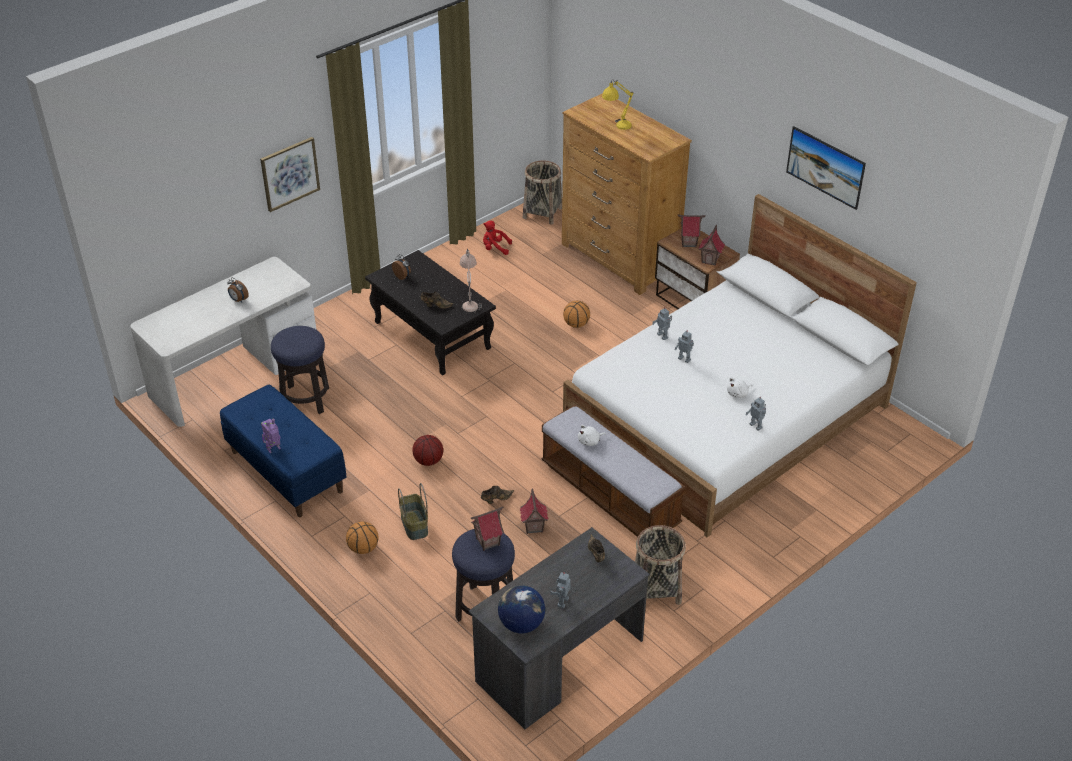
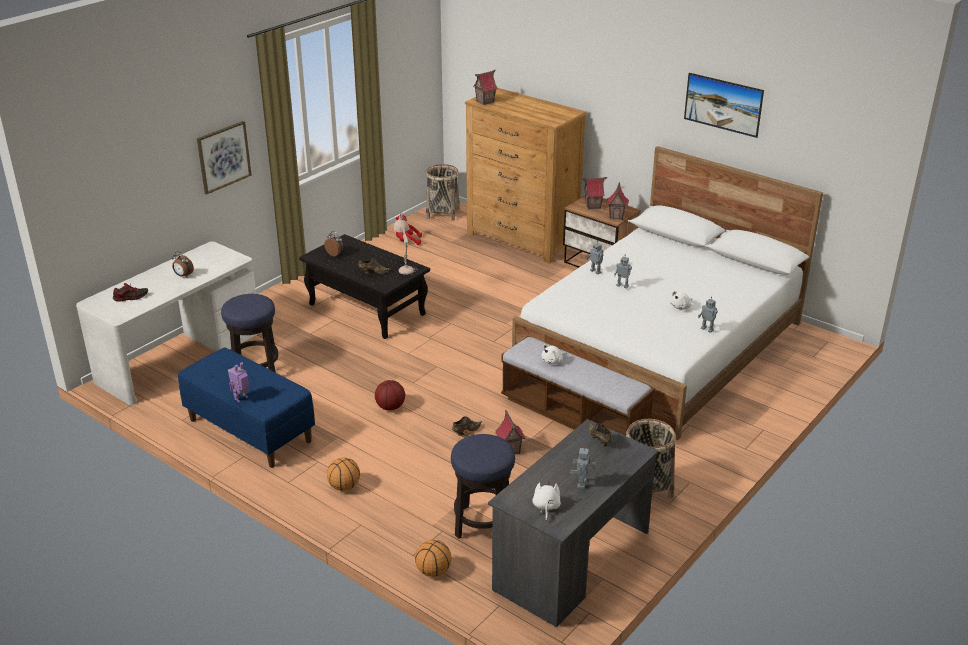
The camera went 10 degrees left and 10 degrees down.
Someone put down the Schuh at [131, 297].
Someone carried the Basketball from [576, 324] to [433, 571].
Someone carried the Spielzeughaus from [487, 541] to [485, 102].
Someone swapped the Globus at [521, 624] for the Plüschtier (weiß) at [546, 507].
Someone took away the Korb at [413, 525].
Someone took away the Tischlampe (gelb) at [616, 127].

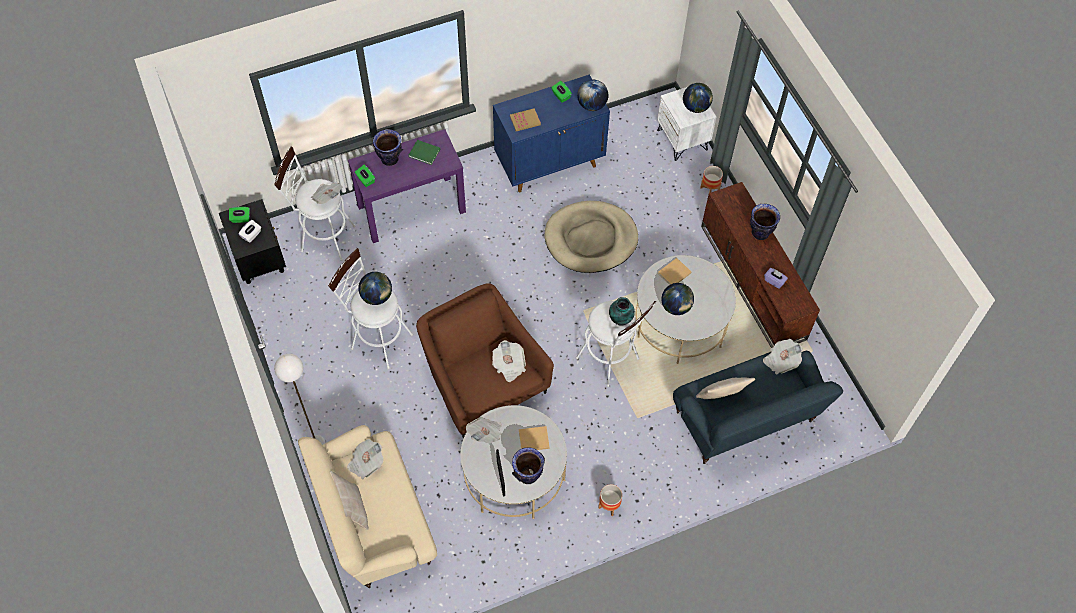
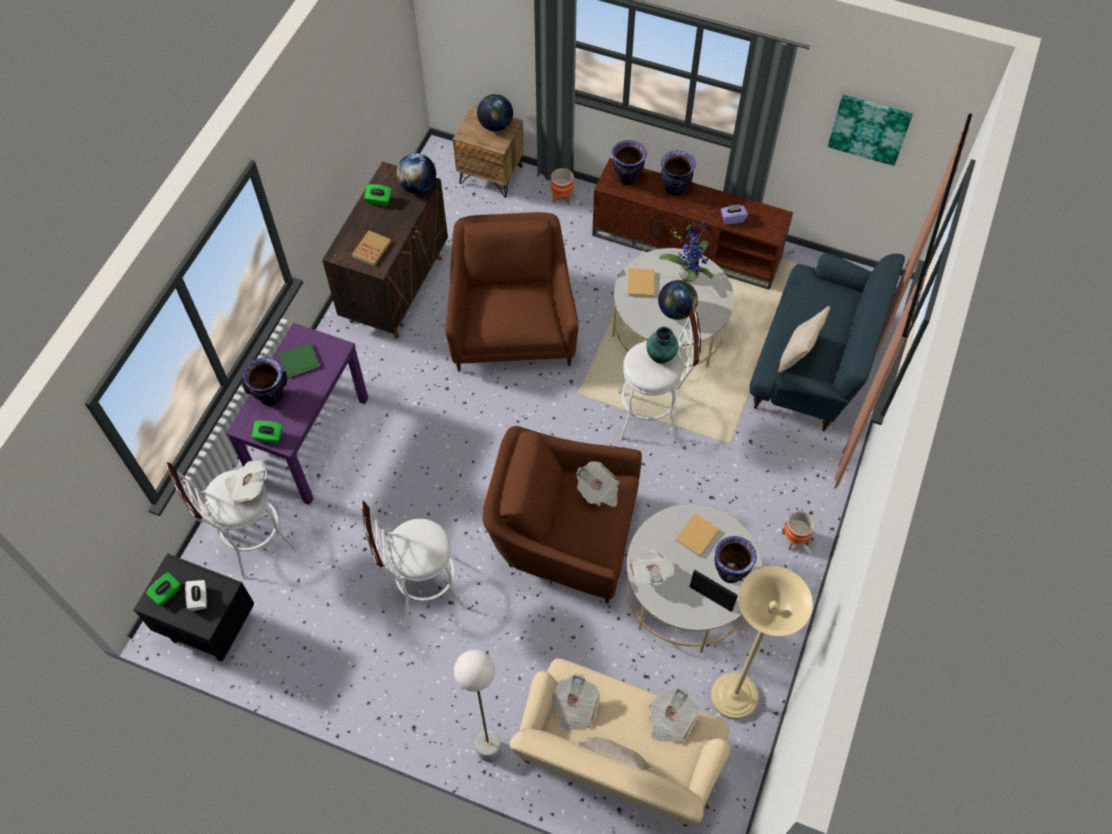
The camera went 45 degrees left and 0 degrees up.
Someone repainted the Schrank (blau) at [550, 163], which became the Schrank (braun) at [396, 288].
Someone swapped the Hundebett (beige) at [591, 239] for the Sessel (braun) at [512, 325].
Someone repainted the Nachttisch (weiß) at [682, 140], which became the Nachttisch (braun) at [491, 174].
Someone put down the Vase at [627, 178].
Someone carried the Zeitung from [781, 361] to [670, 720].
Someone put down the Topfpflanze at [688, 273].
Someone put down the Stehlampe (beige) at [734, 697].
Someone put up the Bild at [869, 128].
Someone took away the Globus at [377, 297].

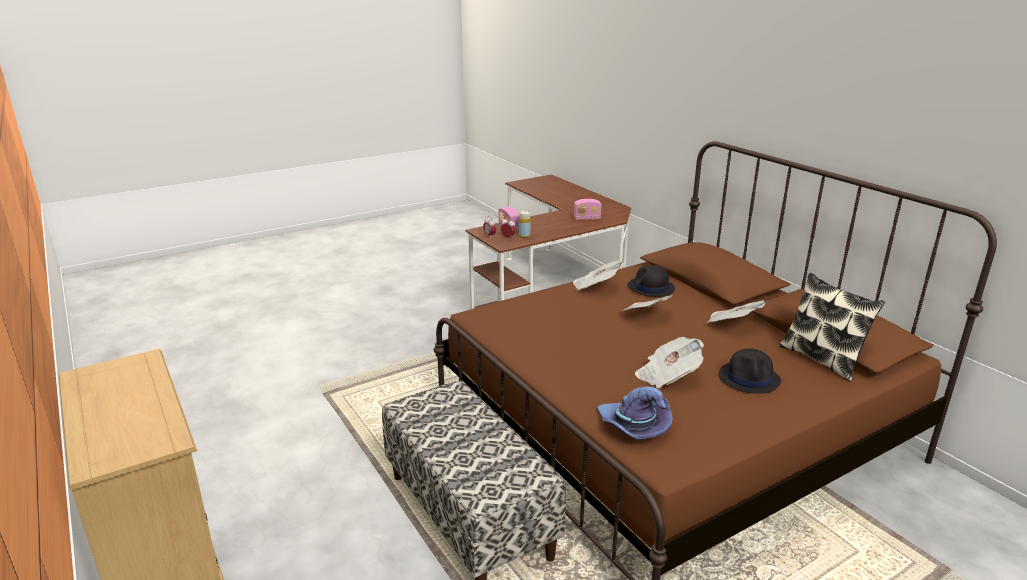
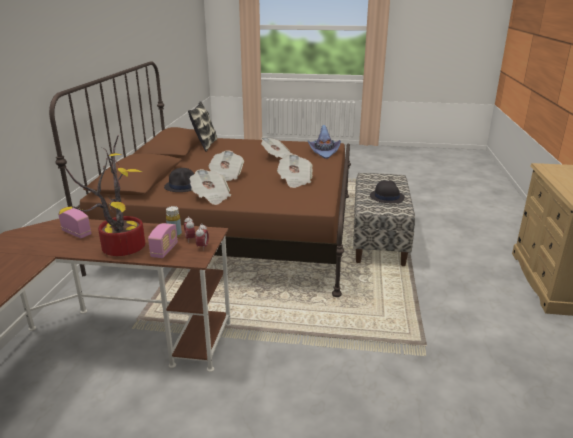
The camera went 140 degrees left and 0 degrees up.
Someone put down the Topfpflanze at [122, 246].
Someone carried the Zeitung from [732, 324] to [295, 181].
Someone carried the Hut (schwarz) from [749, 378] to [386, 197].

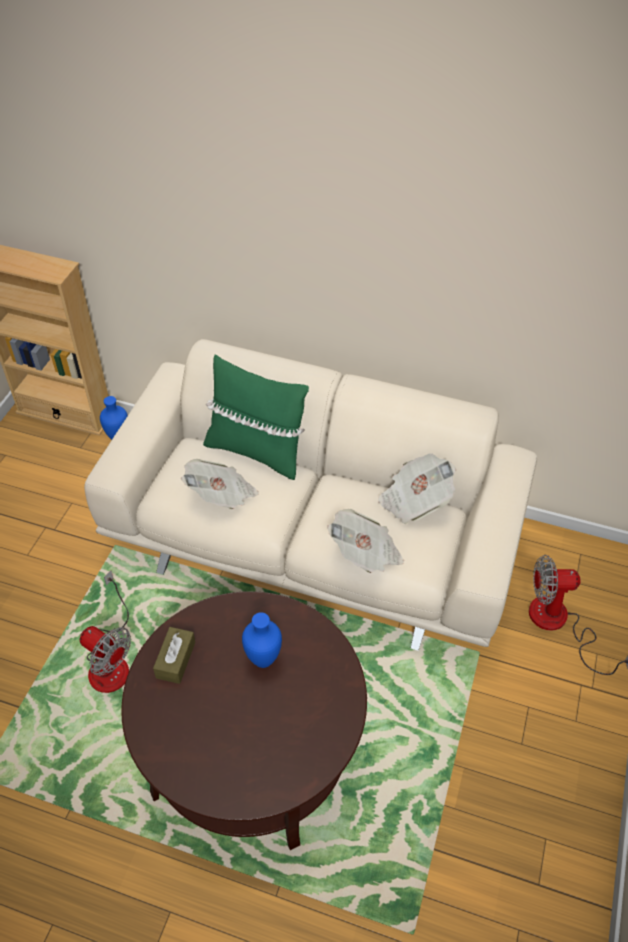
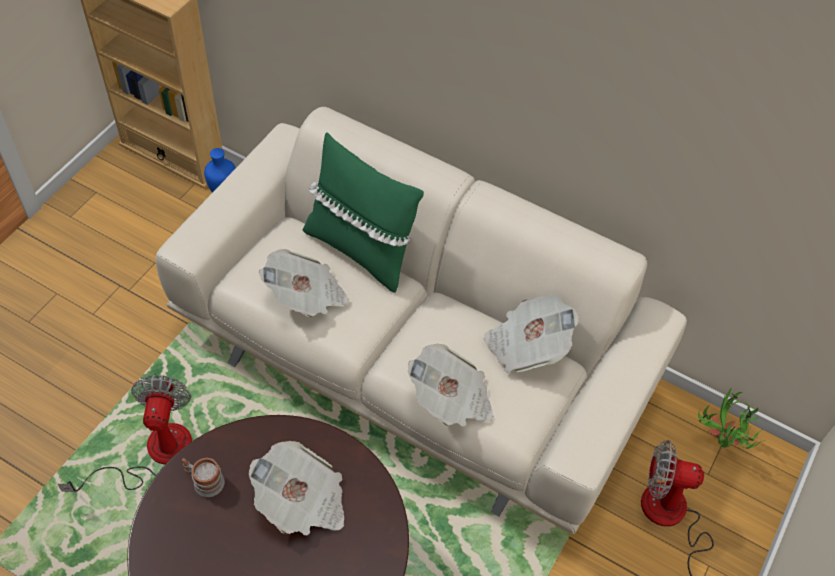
The camera went 10 degrees right and 5 degrees up.
Someone rotated the Ventilator at [110, 660] by 135 degrees counterclockwise.
Someone swapped the Taschentuchbox (braun) at [175, 660] for the Henkelbecher at [204, 481].
Someone swapped the Vase (blau) at [264, 659] for the Zeitung at [302, 502].
Someone put down the Topfpflanze at [718, 443].

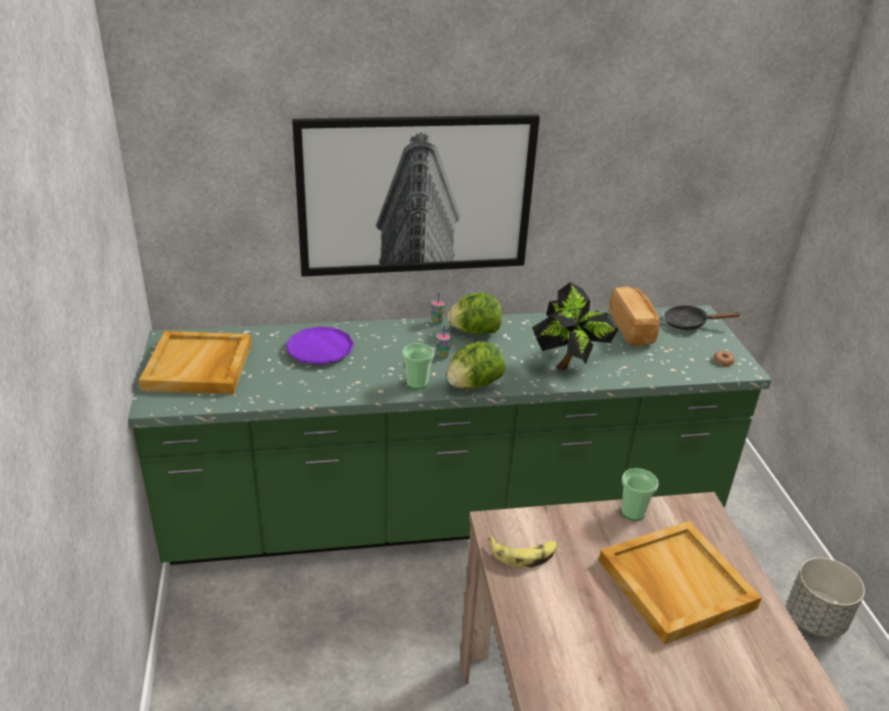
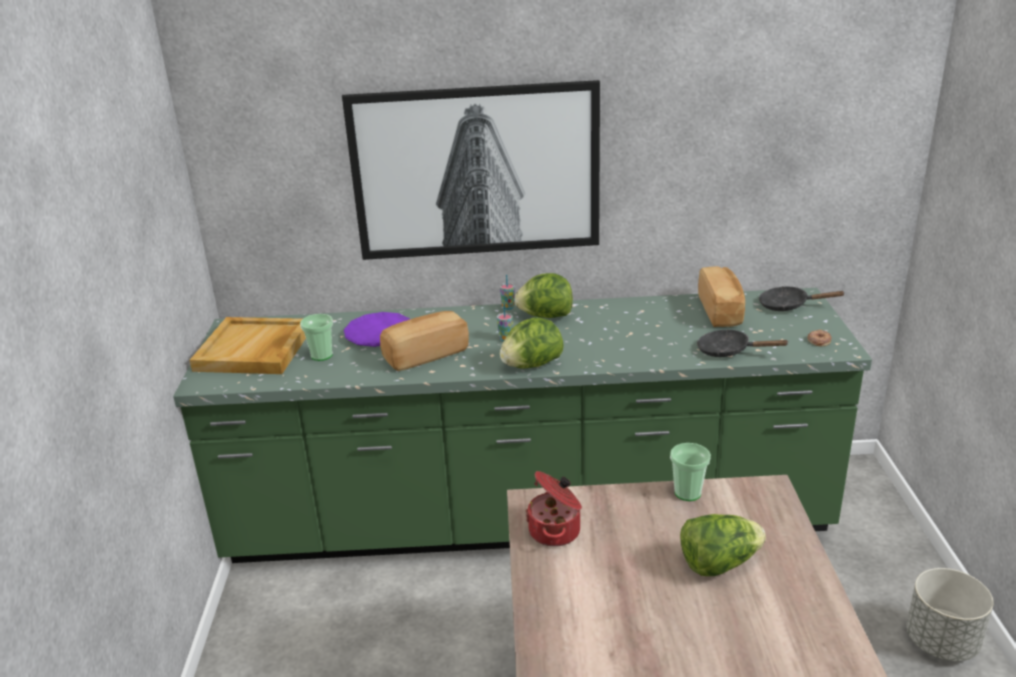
The camera went 10 degrees right and 5 degrees down.
Someone carried the Tasse from [417, 383] to [321, 355].
Someone put down the Brot at [425, 354].
Someone swapped the Banane at [524, 554] for the Kochtopf at [556, 531].
Someone swapped the Tablett (beige) at [674, 583] for the Salatkopf at [719, 563].
Someone put down the Pfanne (schwarz) at [728, 351].
Someone took away the Topfpflanze at [569, 364].

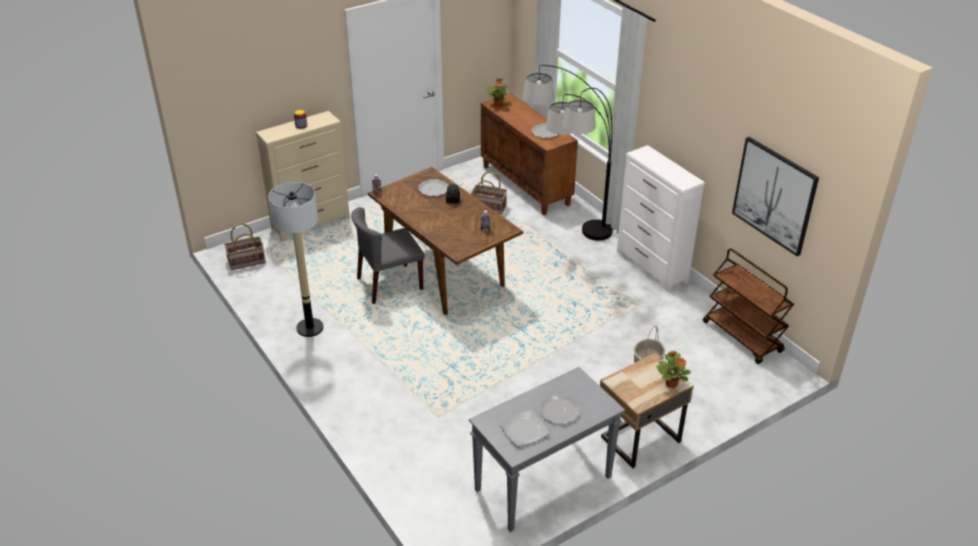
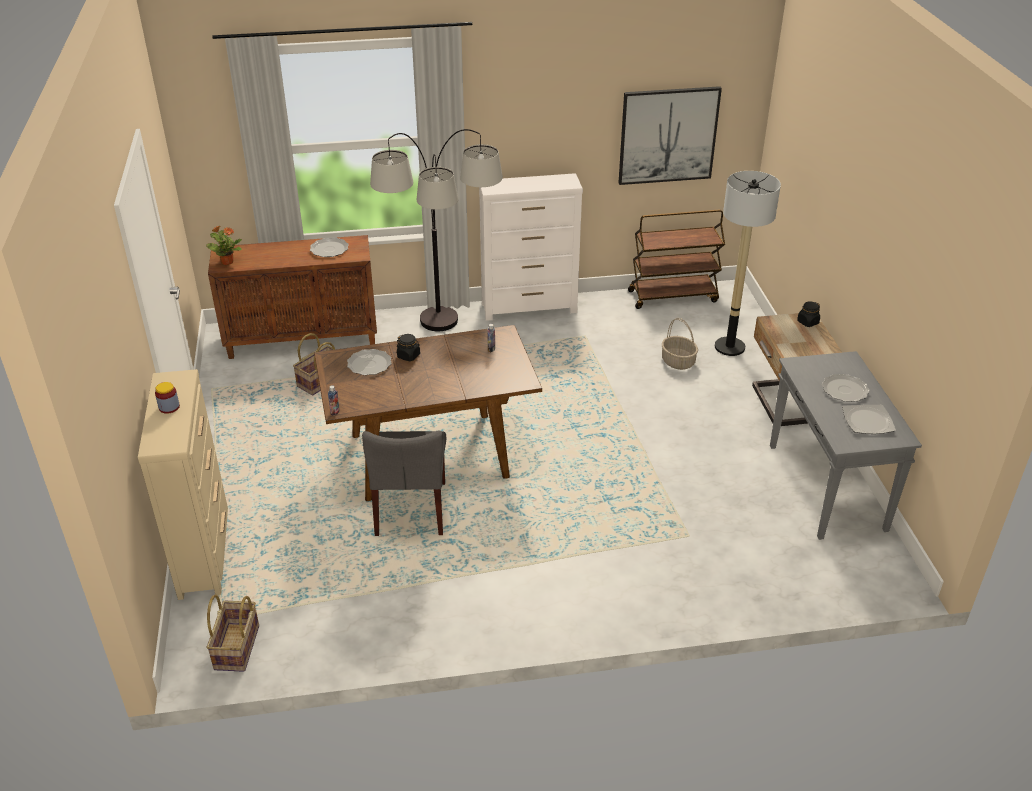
The camera went 65 degrees left and 0 degrees up.
Someone carried the Stehlampe from [310, 328] to [729, 347].
Someone swapped the Topfpflanze at [671, 383] for the Vorratsglas (schwarz) at [807, 322].

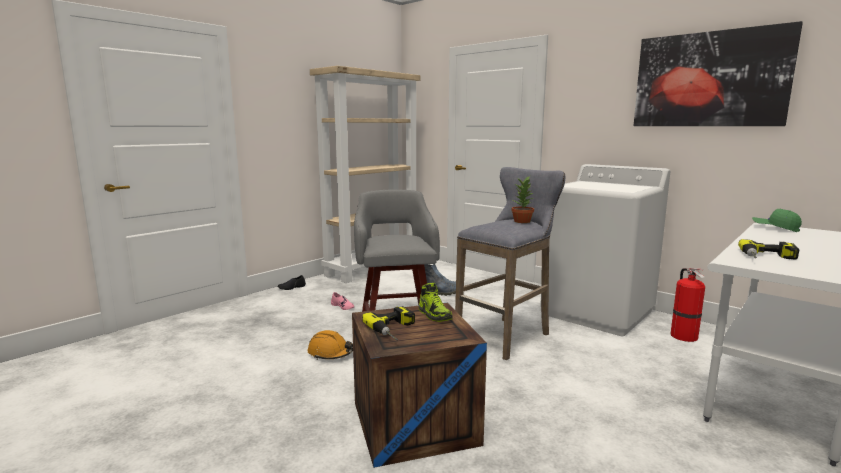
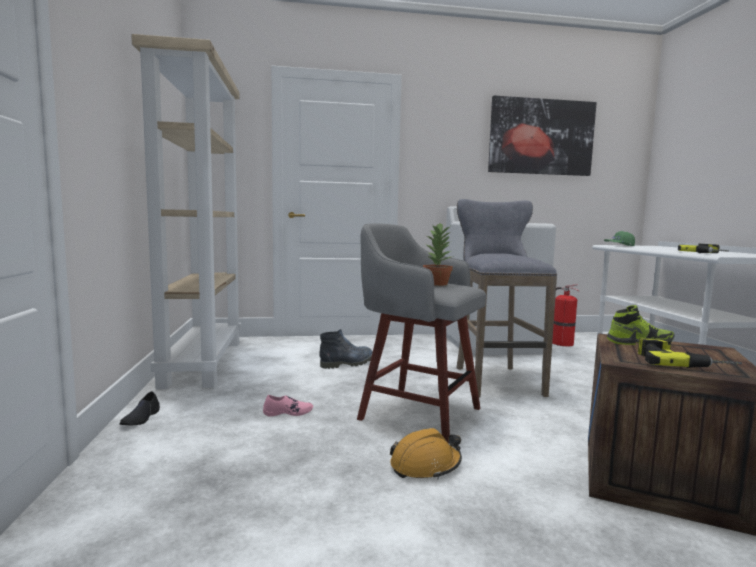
The camera went 50 degrees left and 5 degrees down.
Someone carried the Topfpflanze from [522, 221] to [437, 284].

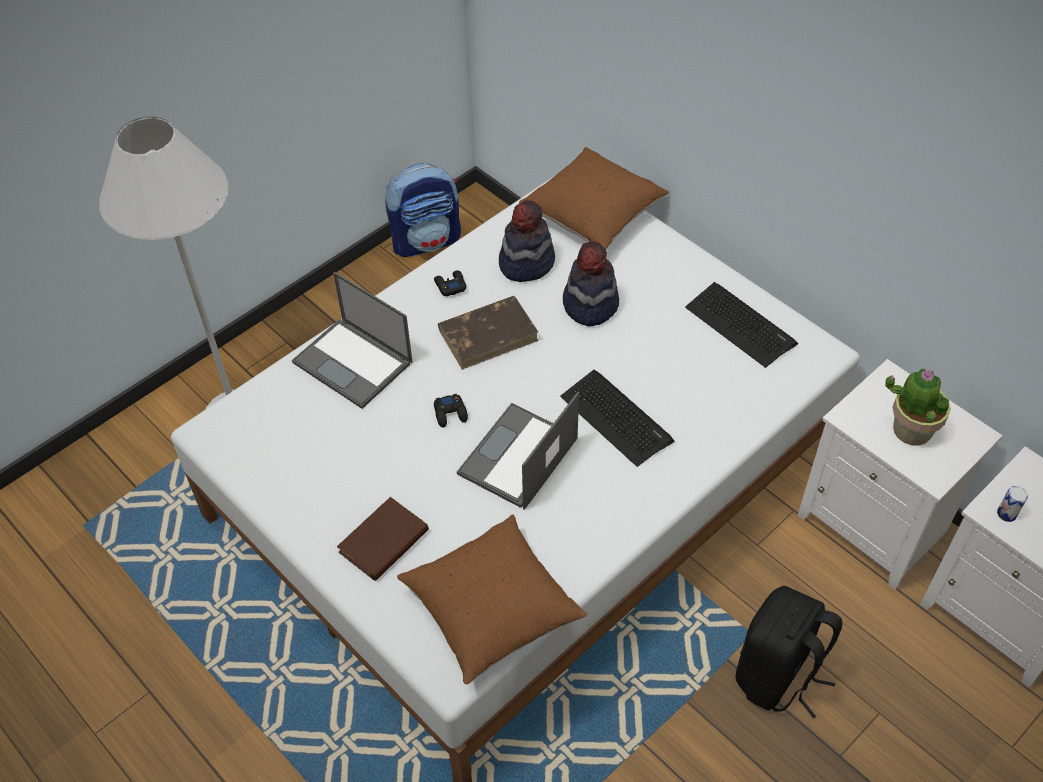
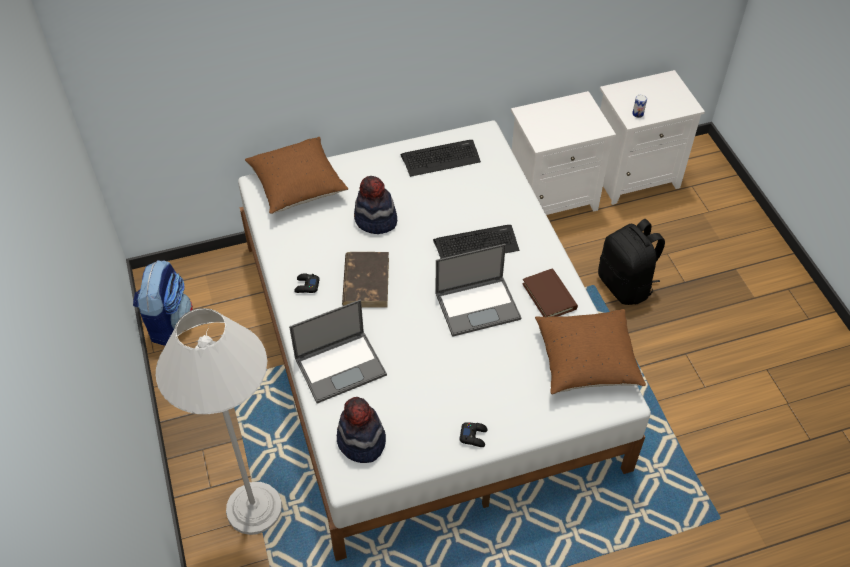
The camera went 65 degrees left and 0 degrees up.
Someone carried the Hut from [526, 262] to [361, 441].
Someone rotated the Laptop at [517, 457] by 75 degrees counterclockwise.
Someone carried the Gamepad (schwarz) from [450, 413] to [473, 436].
Someone carried the Buch (braun) from [384, 542] to [549, 296].
Someone took away the Topfpflanze at [911, 429].

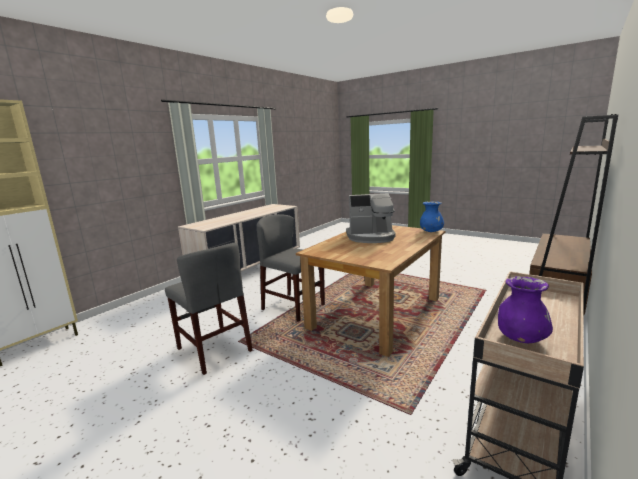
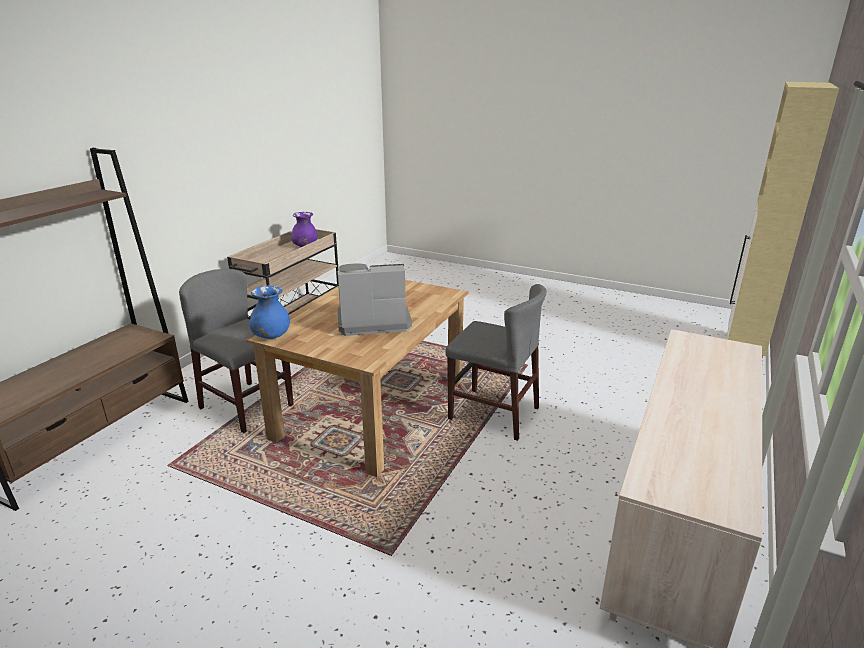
The camera went 170 degrees right and 10 degrees up.
Someone carried the Stuhl (grau) from [214, 349] to [246, 407].

